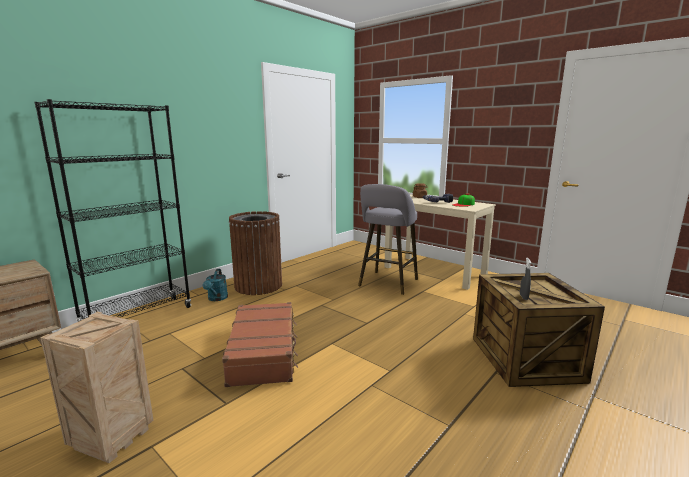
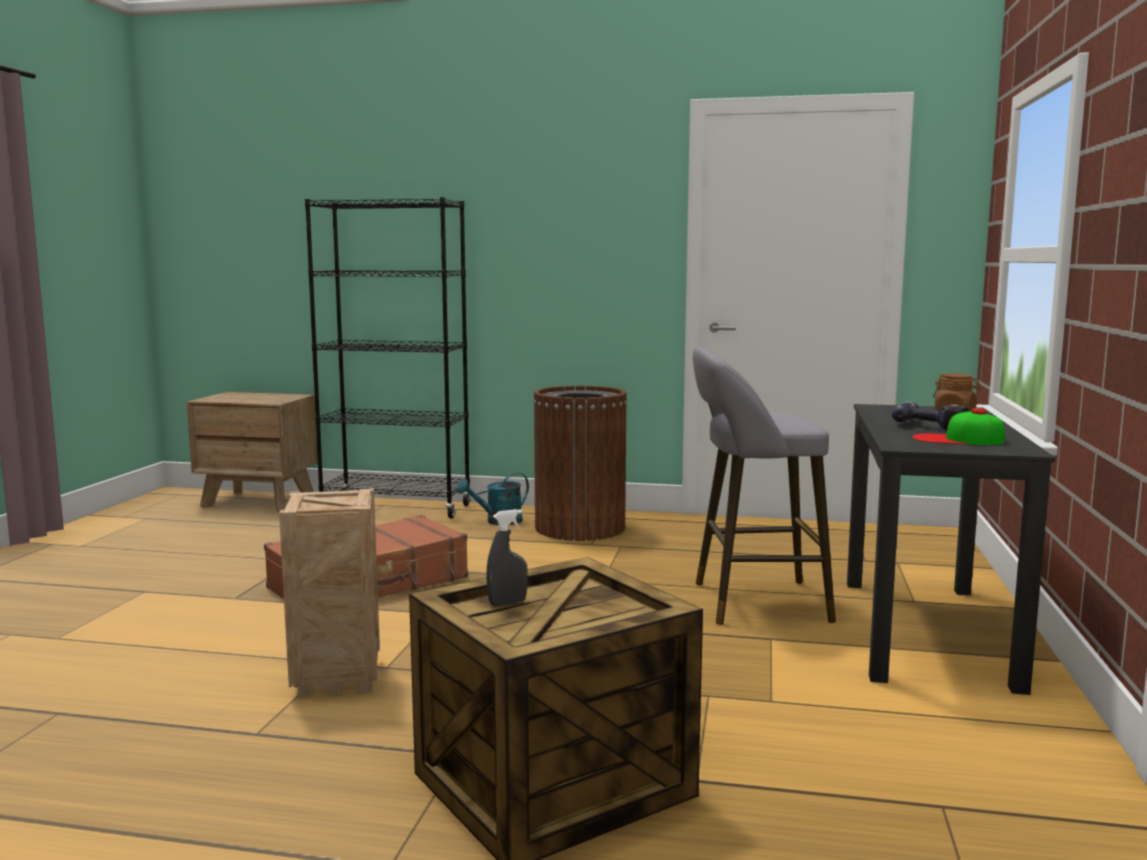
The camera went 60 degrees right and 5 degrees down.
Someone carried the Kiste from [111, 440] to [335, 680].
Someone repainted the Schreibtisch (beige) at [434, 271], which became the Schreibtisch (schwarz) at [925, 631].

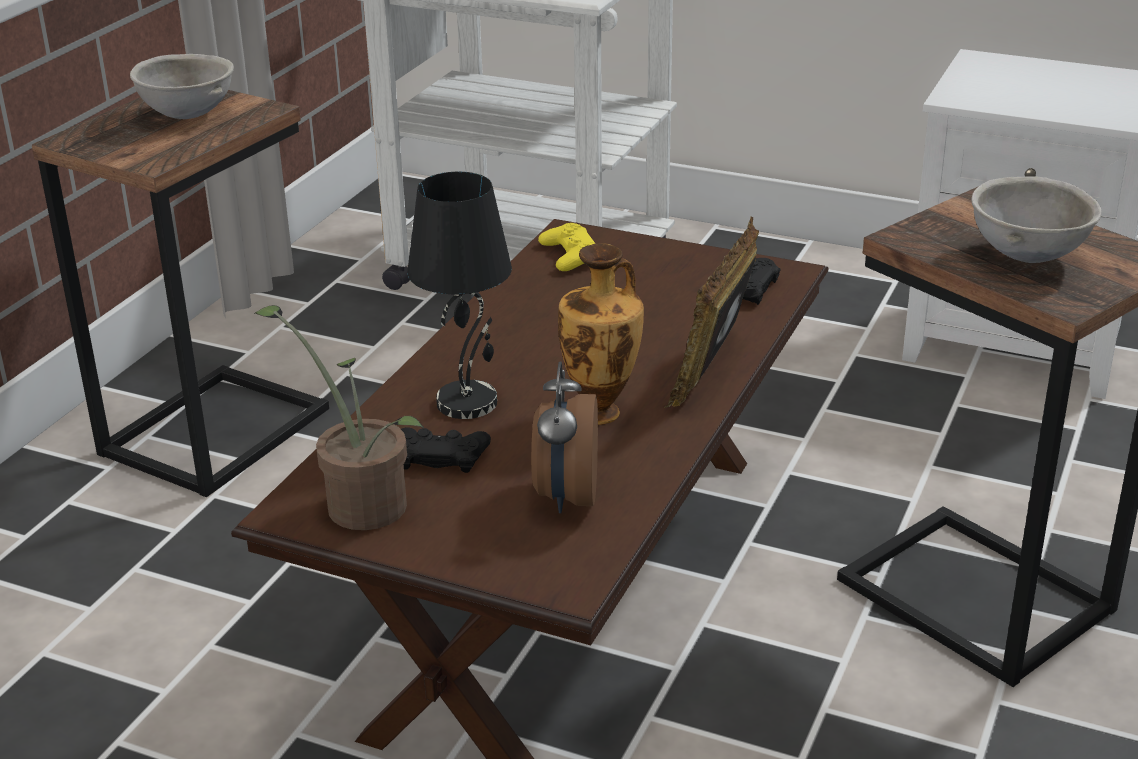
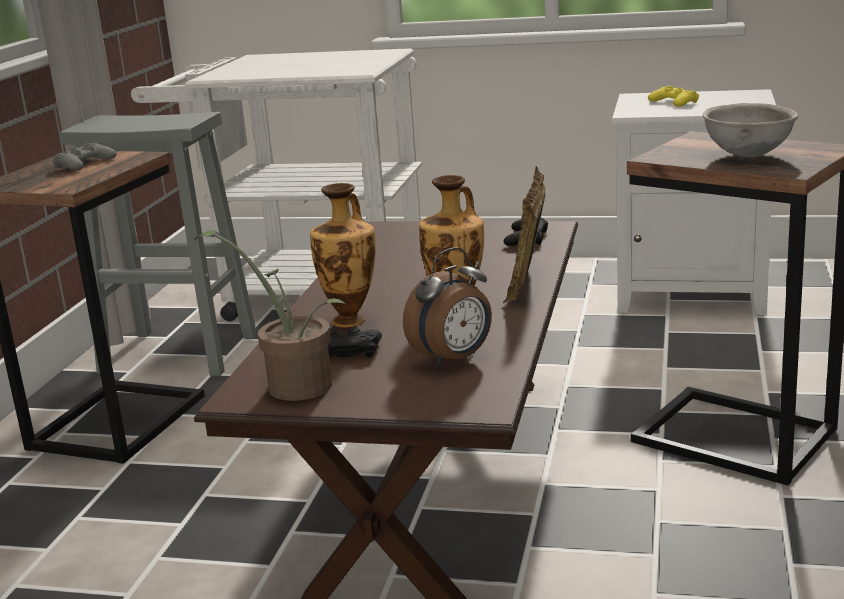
The camera went 10 degrees left and 10 degrees down.
Someone swapped the Schüssel (grau) at [189, 115] for the Gamepad (grau) at [85, 164].
Someone put down the Hocker (grau) at [181, 353].
Someone swapped the Tischlampe (schwarz) at [467, 401] for the Vase at [351, 320].
Someone rotated the Wecker at [565, 496] by 120 degrees counterclockwise.
Someone carried the Gamepad (gelb) from [570, 255] to [673, 102].

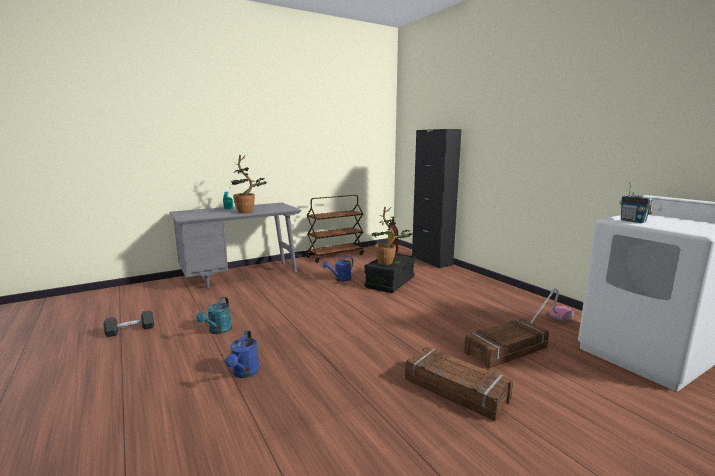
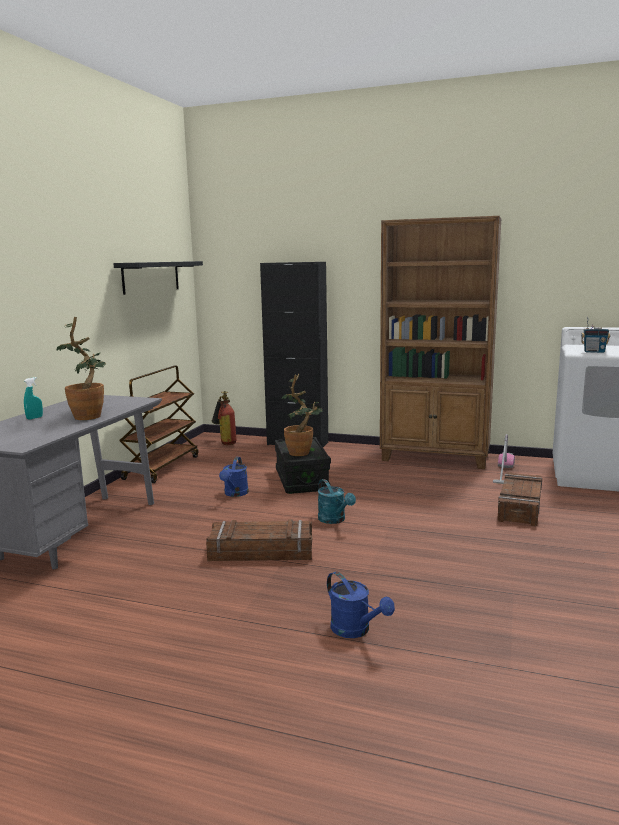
The camera went 40 degrees left and 0 degrees up.
Someone put up the Wandregal (schwarz) at [151, 277].
Someone carried the Kiste from [456, 389] to [261, 551].
Someone carried the Gießkanne (türkis) from [218, 331] to [334, 520].
Someone put down the Bücherregal (braun) at [436, 458].
Someone took away the Hantel (grau) at [130, 330].

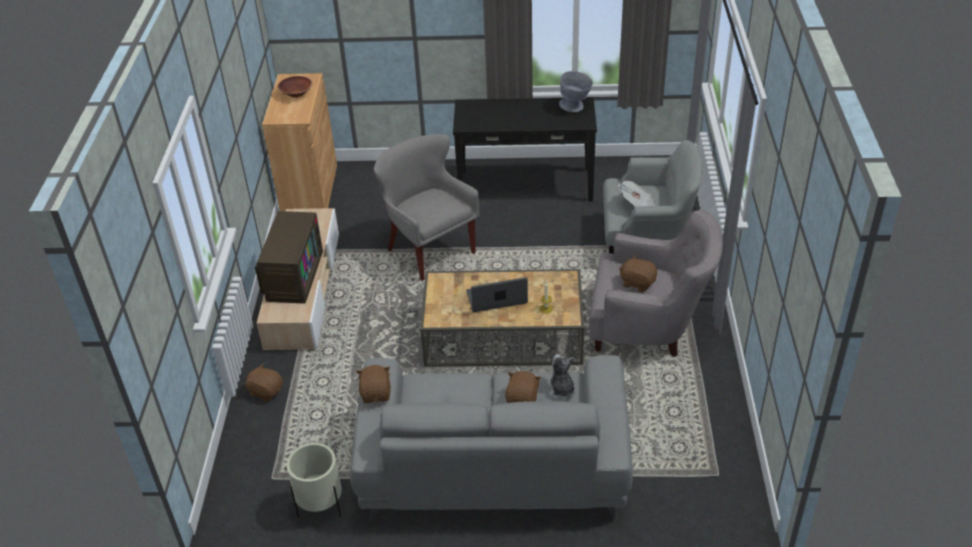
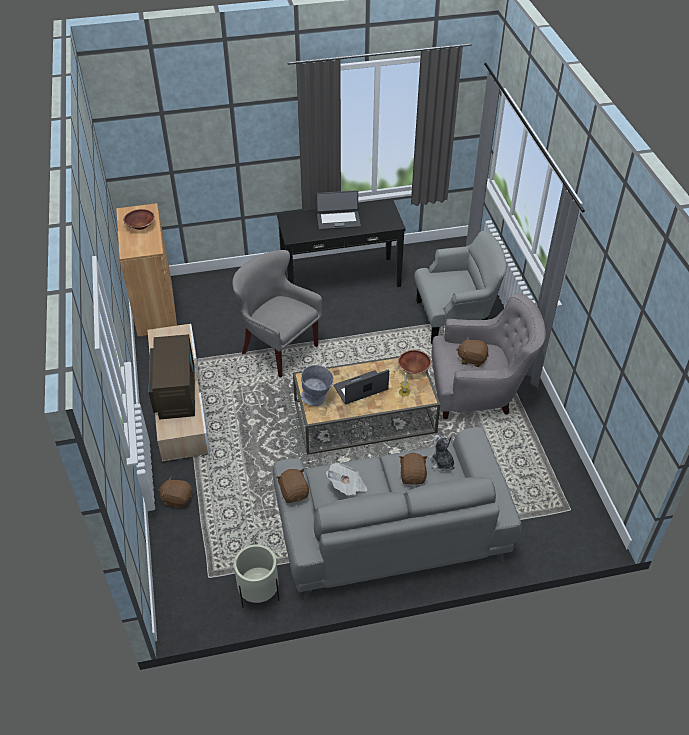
The camera went 15 degrees left and 5 degrees up.
Someone carried the Schüssel (grau) from [575, 107] to [318, 398].
Someone put down the Laptop at [338, 220].
Someone carried the Zeitung from [637, 204] to [347, 486].
Someone put down the Schüssel (braun) at [414, 368].

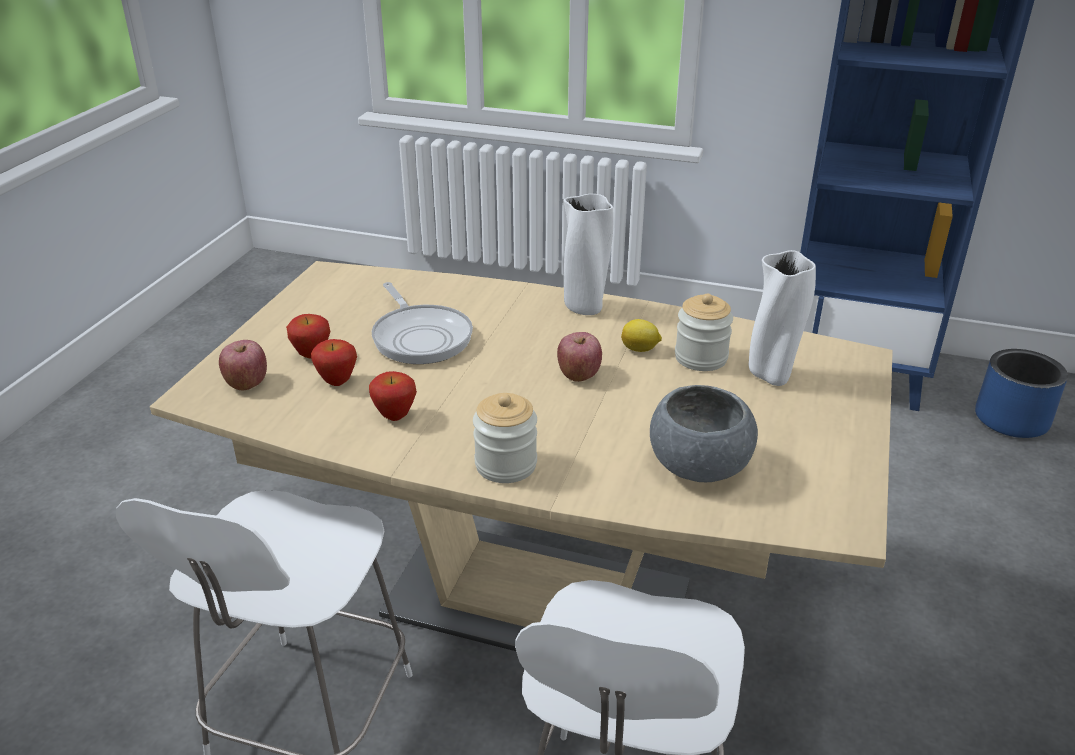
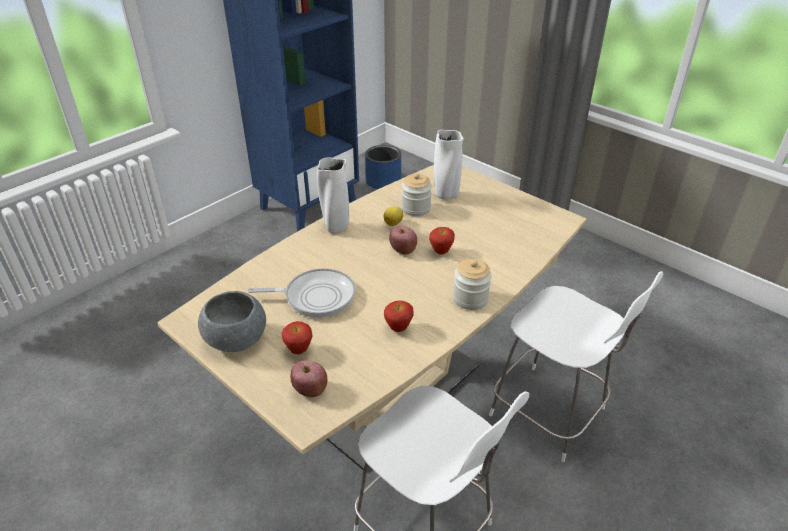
The camera went 65 degrees left and 5 degrees up.
Someone carried the Schüssel (grau) from [698, 466] to [236, 340].
Someone carried the Apfel from [337, 382] to [441, 252].

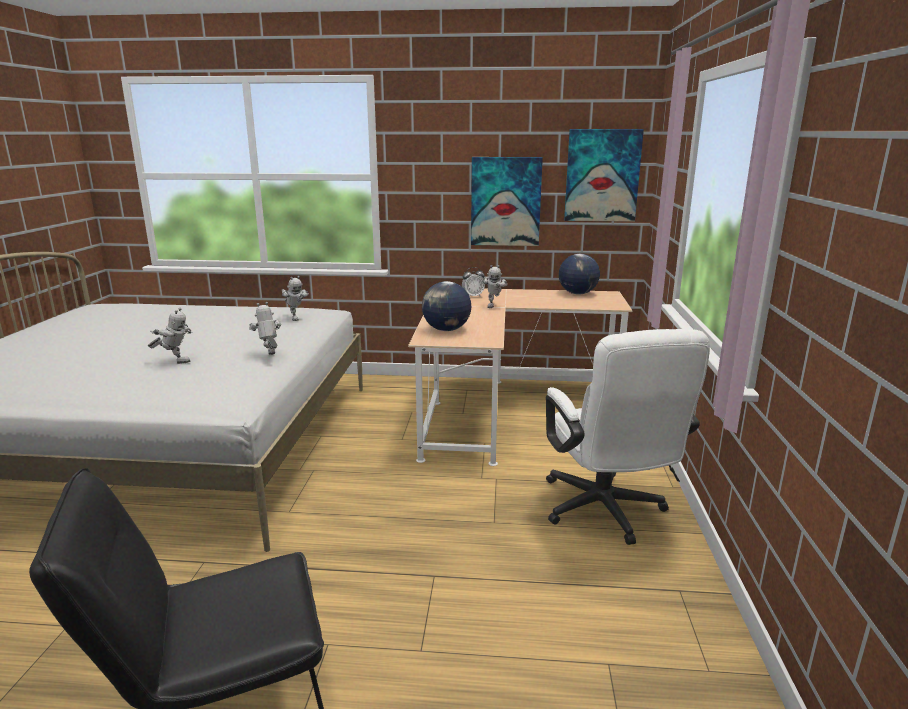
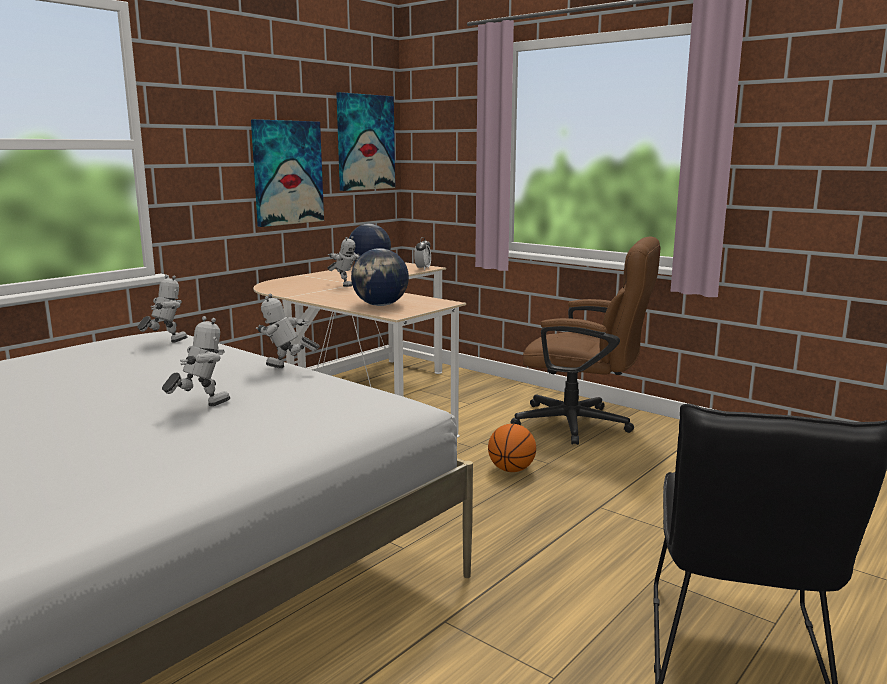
The camera went 55 degrees left and 5 degrees down.
Someone rotated the Spielzeugroboter at [295, 318] by 60 degrees counterclockwise.
Someone carried the Wecker from [473, 296] to [422, 269].
Someone put down the Basketball at [511, 470].
Someone repainted the Bürostuhl (weiß) at [606, 513], which became the Bürostuhl (braun) at [583, 425].

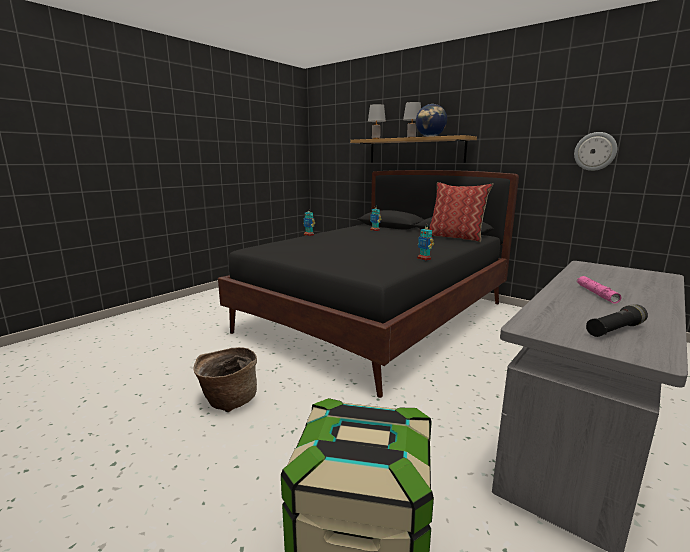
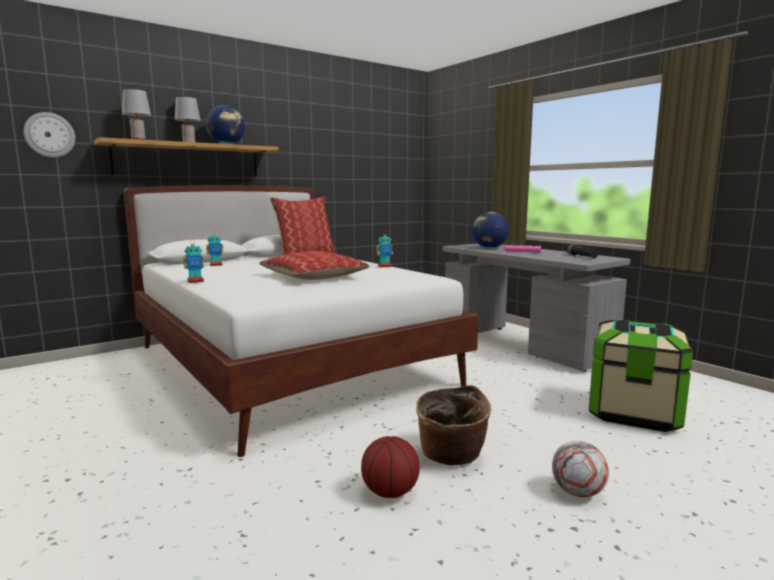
The camera went 75 degrees left and 5 degrees down.
Someone carried the Wanduhr from [595, 151] to [49, 135].
Someone repainted the Bett (schwarz) at [377, 317], which became the Bett (weiß) at [289, 364].
Someone put down the Kissen at [314, 277].
Someone put down the Basketball at [390, 492].
Someone put down the Globus at [489, 248].
Someone put down the Fußball at [578, 492].

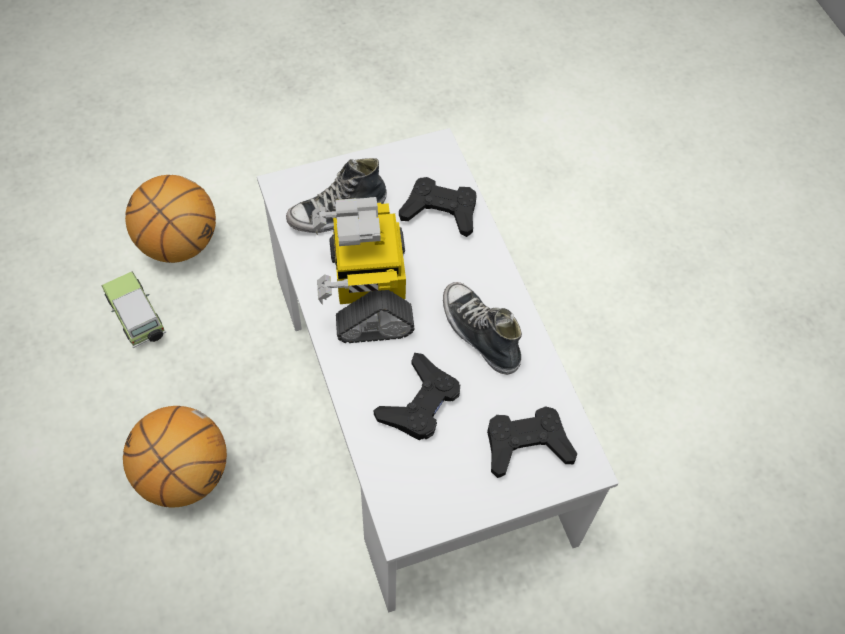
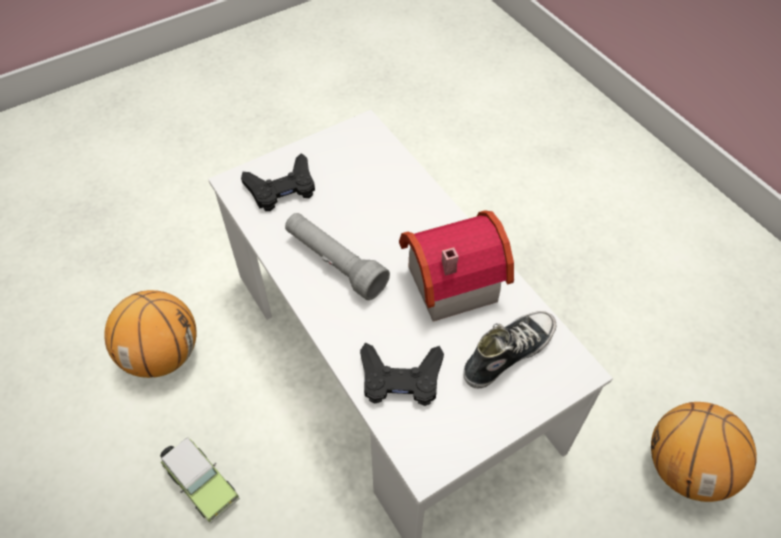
The camera went 170 degrees right and 5 degrees down.
Someone carried the Basketball from [184, 475] to [162, 354].
Someone carried the Spielzeugauto from [137, 319] to [201, 483].
Someone swapped the Schuh at [479, 333] for the Taschenlampe (grau) at [335, 263].
Someone swapped the Spielzeugroboter at [367, 290] for the Spielzeughaus at [447, 280].
Someone took away the Gamepad (schwarz) at [420, 403].

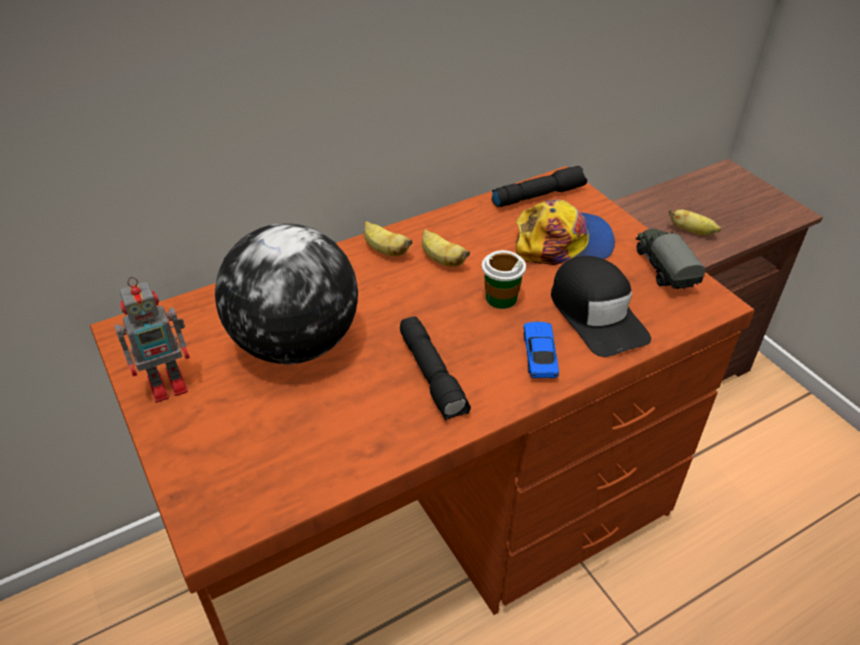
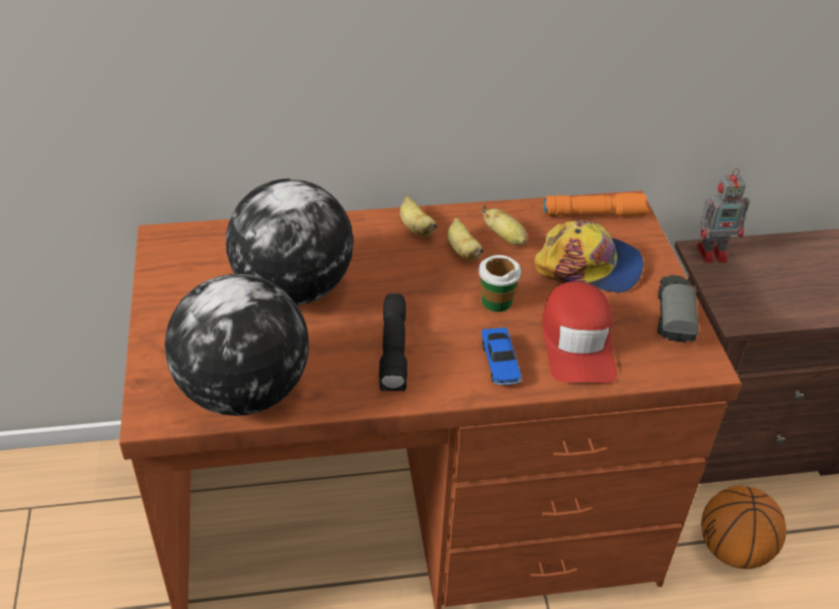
The camera went 20 degrees right and 0 degrees up.
Someone put down the Globus at [243, 392].
Someone carried the Banane from [692, 231] to [505, 237].
Someone rotated the Spielzeugauto at [539, 356] by 150 degrees clockwise.
Someone repainted the Taschenlampe (schwarz) at [538, 195], which became the Taschenlampe (orange) at [594, 213].
Someone repainted the Kappe (schwarz) at [596, 314], which became the Kappe (rot) at [578, 342].
Someone carried the Spielzeugroboter from [170, 383] to [713, 253].
Someone put down the Basketball at [733, 549].

